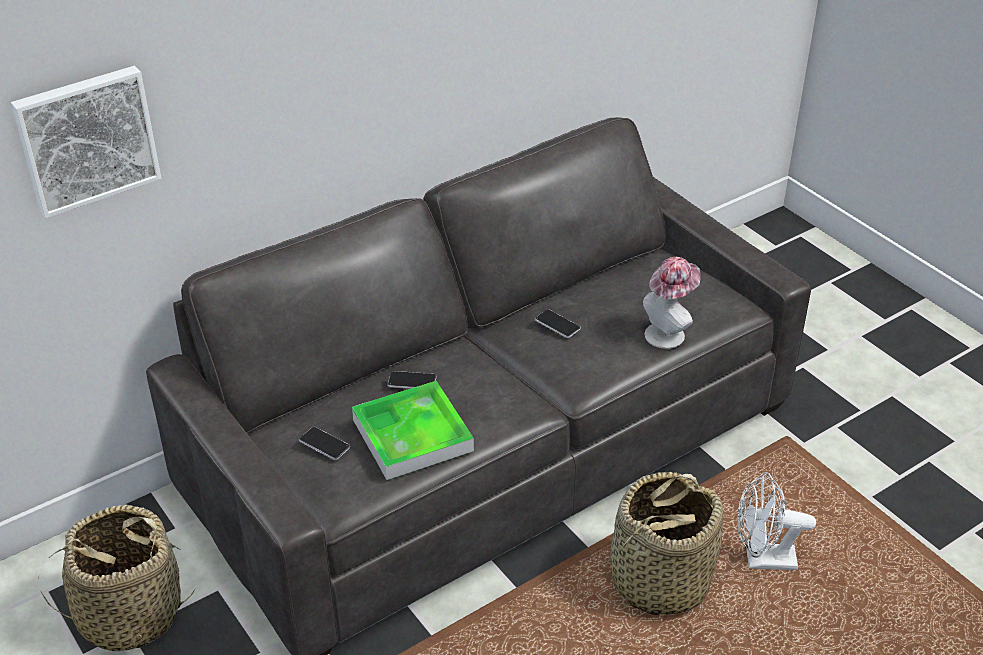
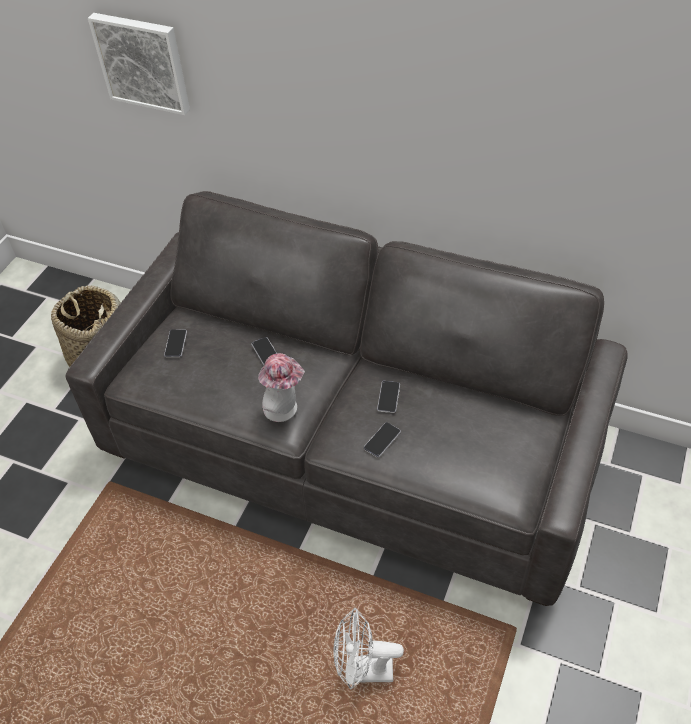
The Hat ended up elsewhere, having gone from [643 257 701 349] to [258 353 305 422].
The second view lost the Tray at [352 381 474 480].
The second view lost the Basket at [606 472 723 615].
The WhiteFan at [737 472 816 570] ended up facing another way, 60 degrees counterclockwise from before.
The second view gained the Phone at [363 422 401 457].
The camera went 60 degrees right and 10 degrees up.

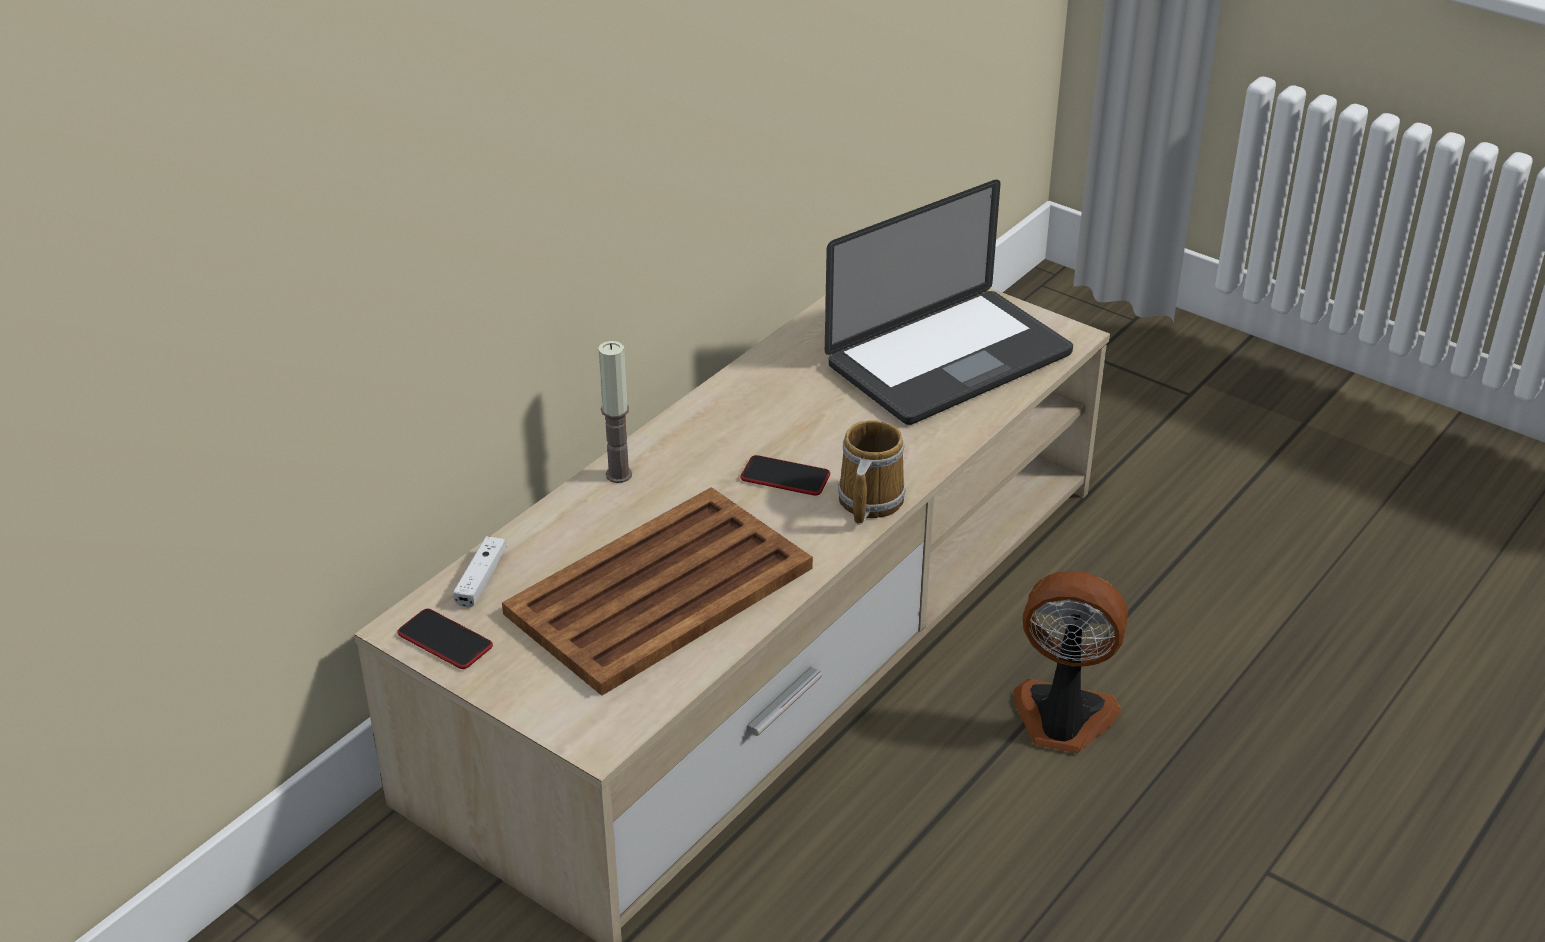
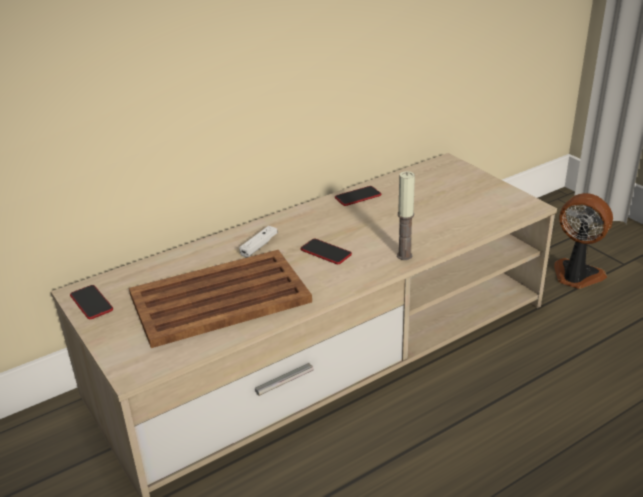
The second view lost the Laptop at [825 180 1073 425].
The Candle ended up elsewhere, having gone from [598 341 632 483] to [397 171 415 260].
The second view lost the Mug at [838 420 906 525].
The WhiteGameController ended up elsewhere, having gone from [453 536 506 608] to [239 226 278 257].
The Fan ended up elsewhere, having gone from [1013 571 1128 753] to [554 193 613 289].
The second view gained the Phone at [335 186 381 206].
The camera went 20 degrees right and 5 degrees down.

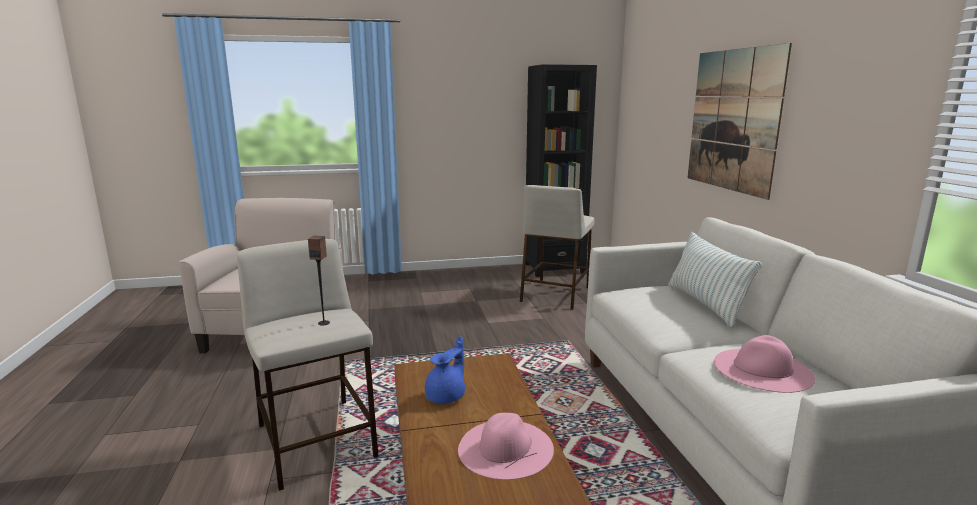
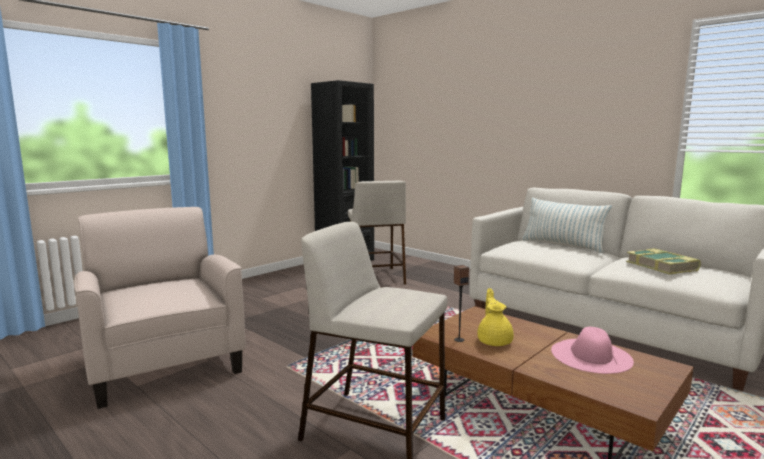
The second view lost the Picture at [688 43 792 200].
The Speaker ended up elsewhere, having gone from [308 236 330 325] to [454 265 469 342].
Where the PinkHat stood at [714 335 815 393], the Book came to stand at [626 248 701 275].
What was the BlueTeapot at [425 336 465 404] turned into the YellowTeapot at [477 288 514 346].
The camera went 35 degrees left and 5 degrees down.

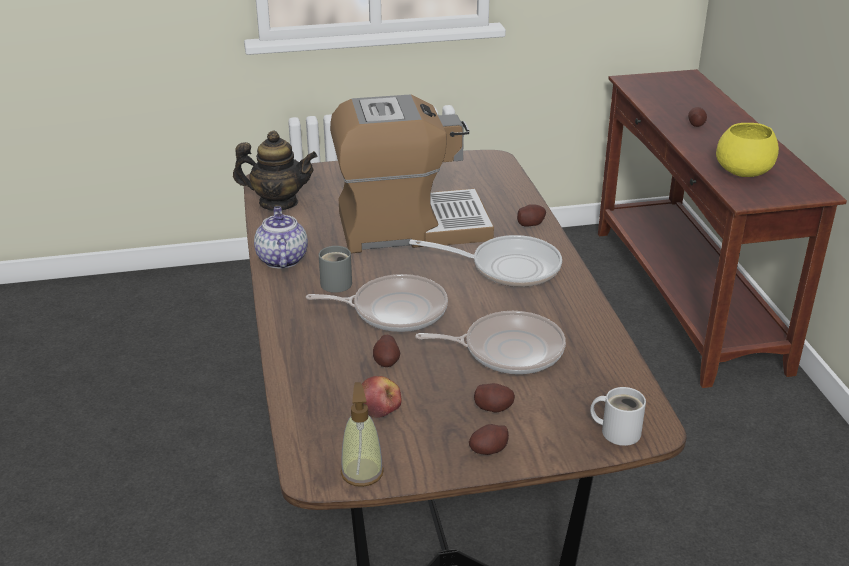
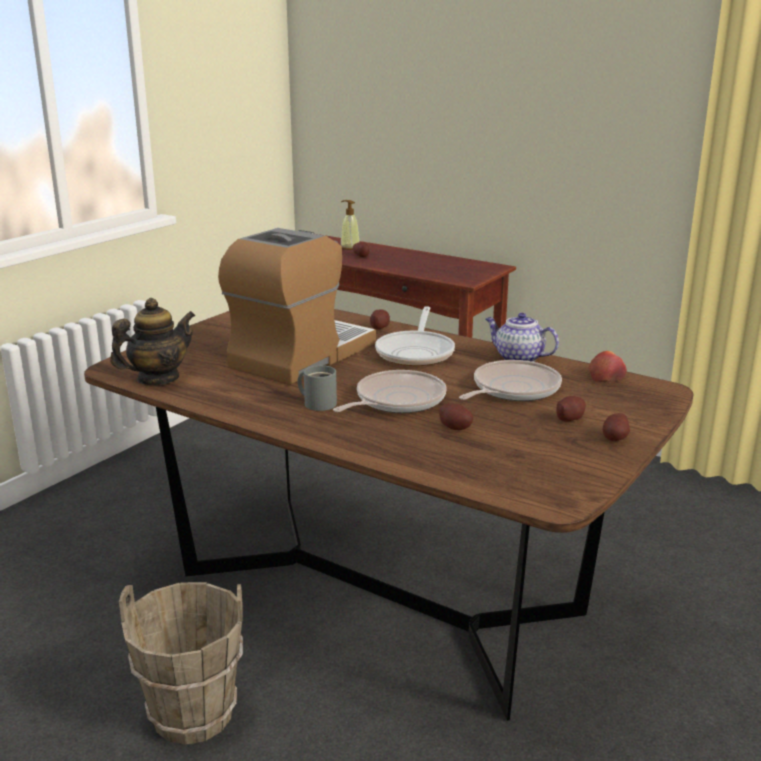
The second view lost the YellowBowl at [716 123 779 177].
The Teapot ended up elsewhere, having gone from [254 206 308 268] to [485 313 559 362].
The FryingPan at [409 235 562 287] ended up facing another way, 135 degrees clockwise from before.
The Apple ended up elsewhere, having gone from [362 376 402 418] to [589 351 627 382].
The SoapDispenser ended up elsewhere, having gone from [341 382 384 487] to [341 200 360 250].
The second view lost the WhiteMug at [590 387 646 446].
The second view gained the BrownBucket at [119 582 243 745].
The camera went 45 degrees left and 10 degrees down.

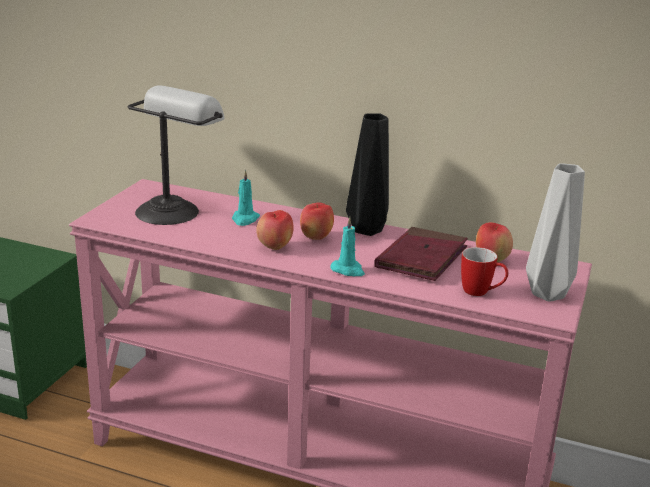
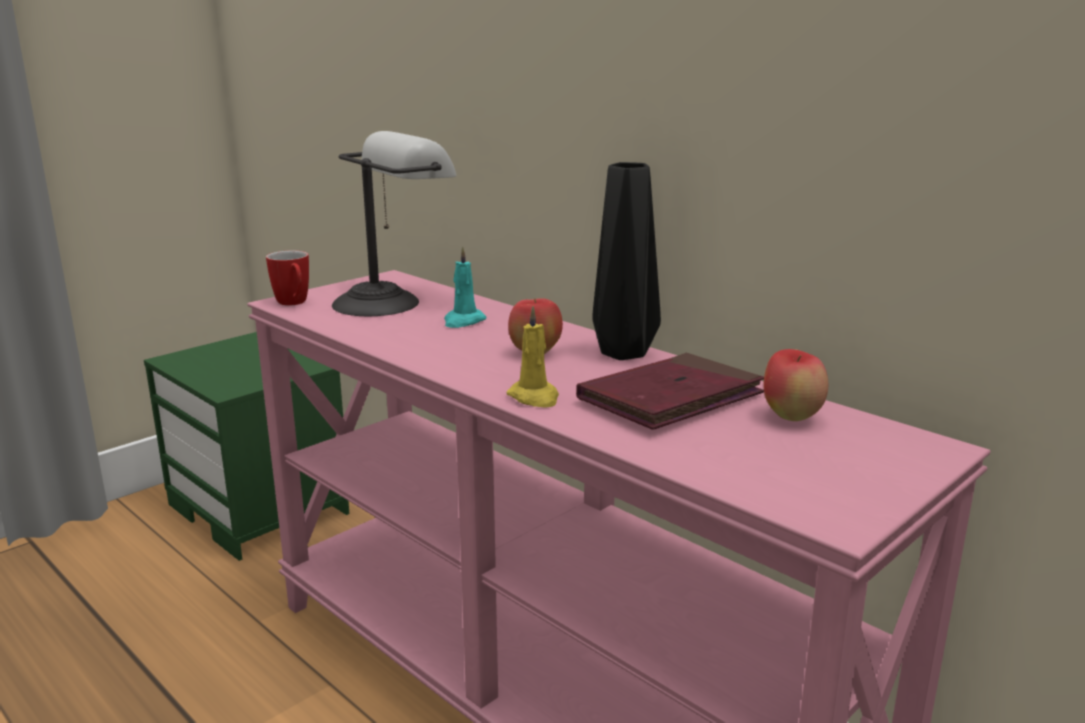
The second view lost the GreyVase at [526 163 585 302].
The second view lost the Apple at [256 210 294 250].
What was the TurquoiseCandle at [330 217 365 276] turned into the YellowCandle at [507 306 559 408].
The Mug ended up elsewhere, having gone from [461 247 508 296] to [266 250 309 306].
The camera went 25 degrees right and 5 degrees down.

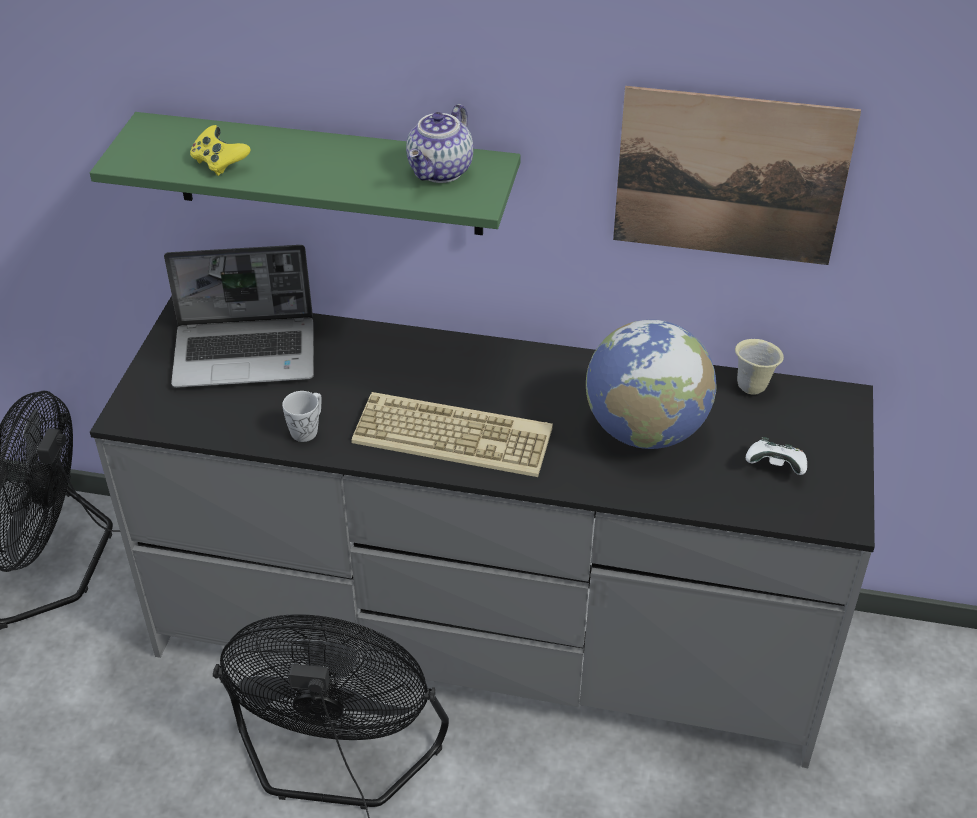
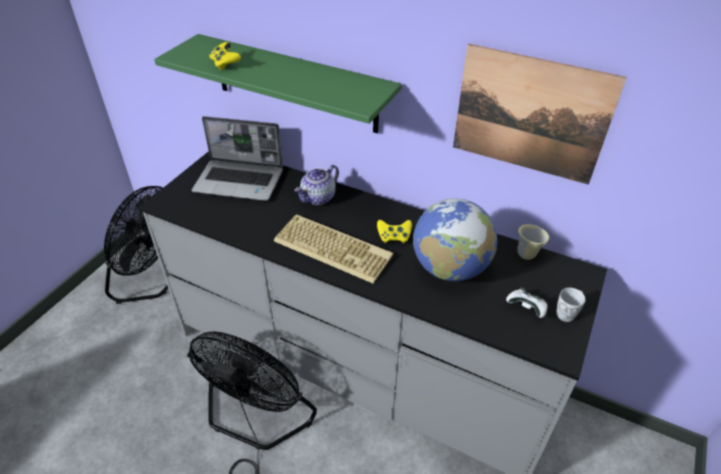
The Teapot ended up elsewhere, having gone from [406 104 473 183] to [294 165 339 205].
The WhiteMug ended up elsewhere, having gone from [282 391 322 442] to [556 288 586 322].
The second view gained the YellowGameController at [377 220 412 243].
The camera went 15 degrees right and 0 degrees up.

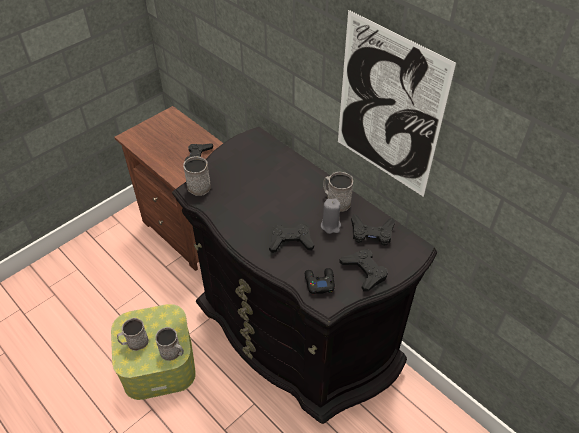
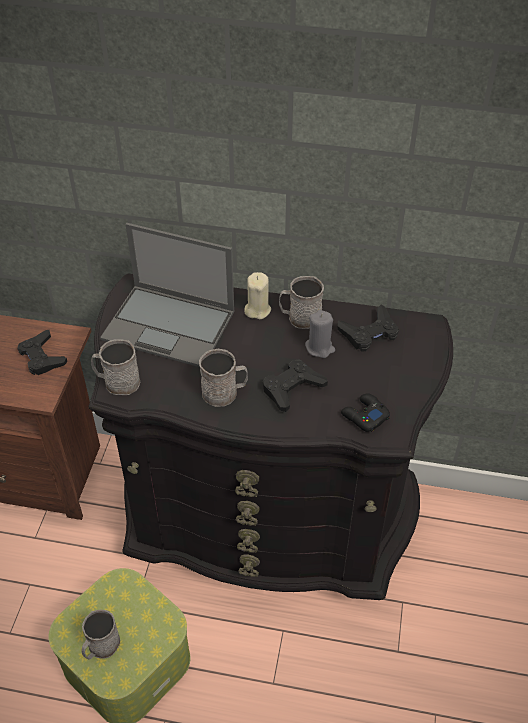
The second view lost the Picture at [338 10 456 197].
The second view lost the BlackGameController at [339 249 388 292].
The GreyMug ended up elsewhere, having gone from [155 327 184 361] to [199 349 248 407].
The second view gained the Laptop at [100 223 234 367].
The second view gained the BeigeCandle at [244 272 271 319].
The camera went 35 degrees left and 0 degrees up.

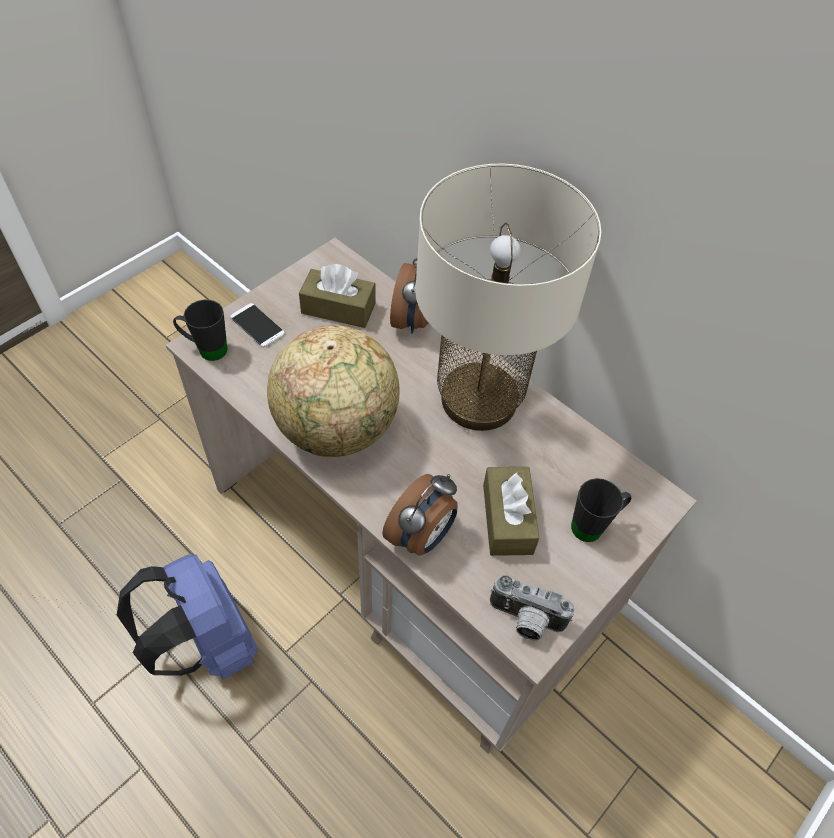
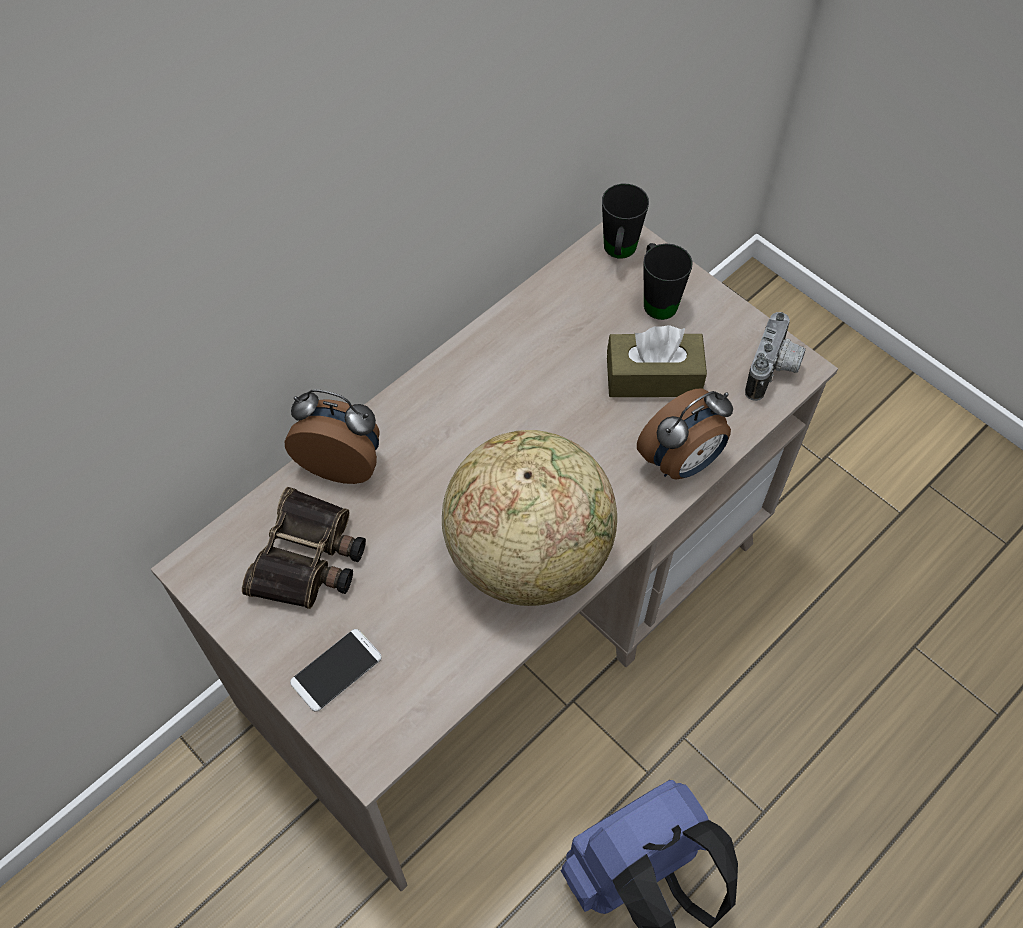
The second view lost the TableLamp at [415 163 601 431].
Where the BrownTissueBox stood at [299 264 375 328], the Binoculars came to stand at [242 487 366 609].
The BlackMug ended up elsewhere, having gone from [173 300 227 361] to [602 184 649 258].
The AlarmClock at [382 474 458 556] ended up facing another way, 105 degrees clockwise from before.
The camera went 85 degrees left and 5 degrees up.

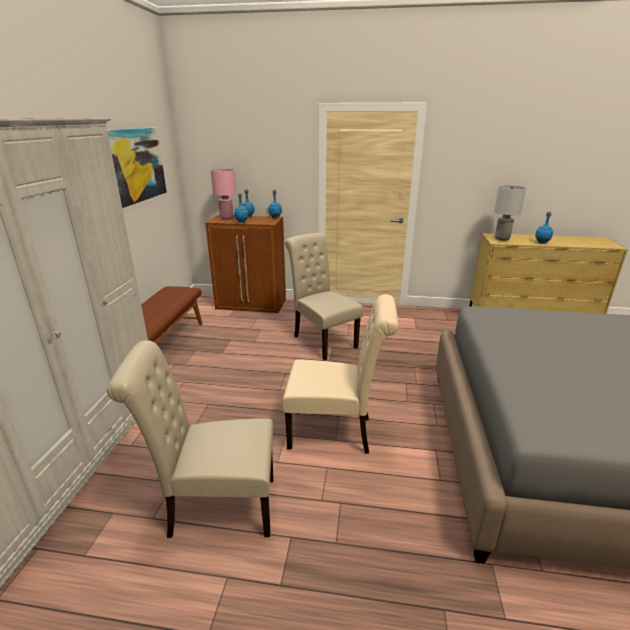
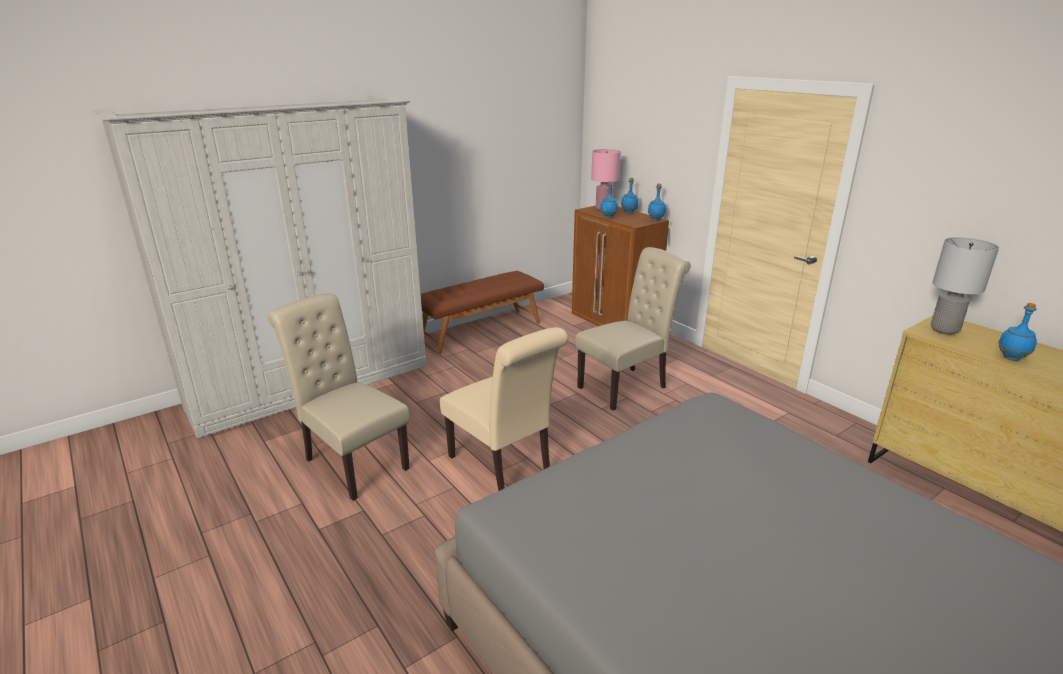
The second view lost the Picture at [107 128 167 208].
The BeigeChair at [285 233 363 360] ended up facing another way, 45 degrees clockwise from before.
The camera went 45 degrees right and 0 degrees up.

